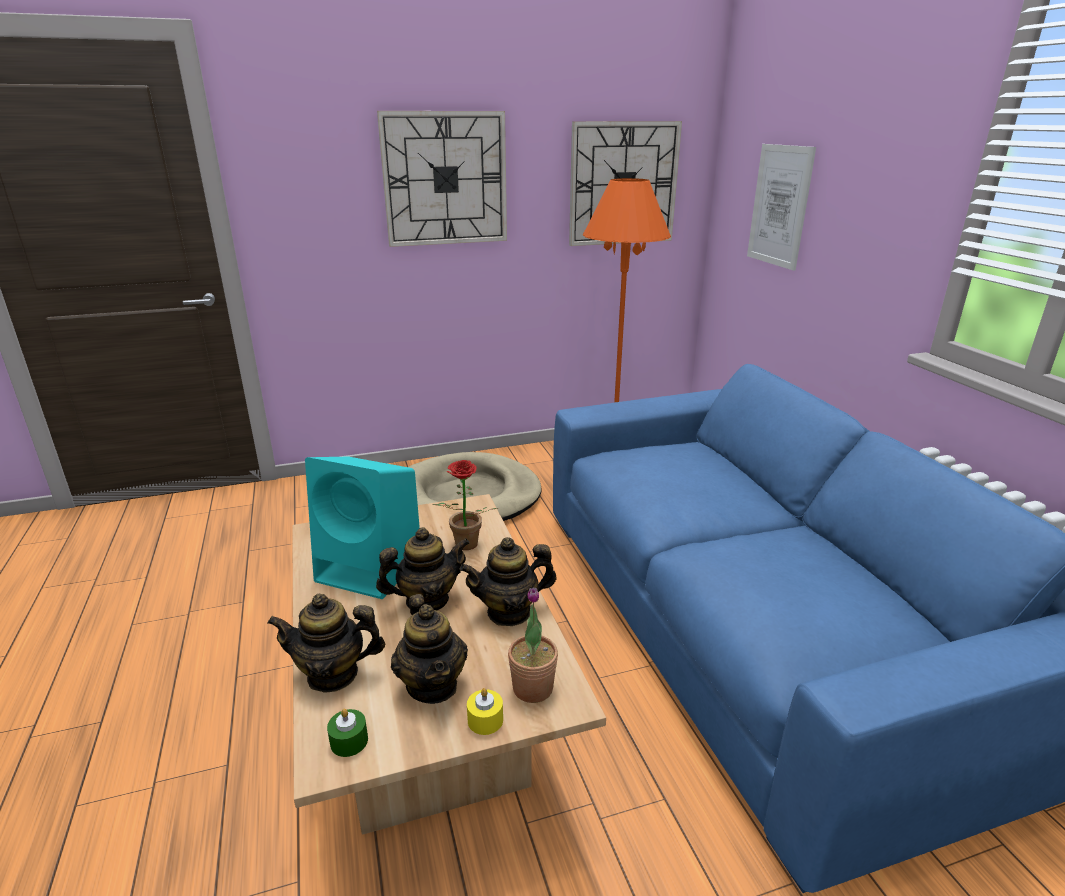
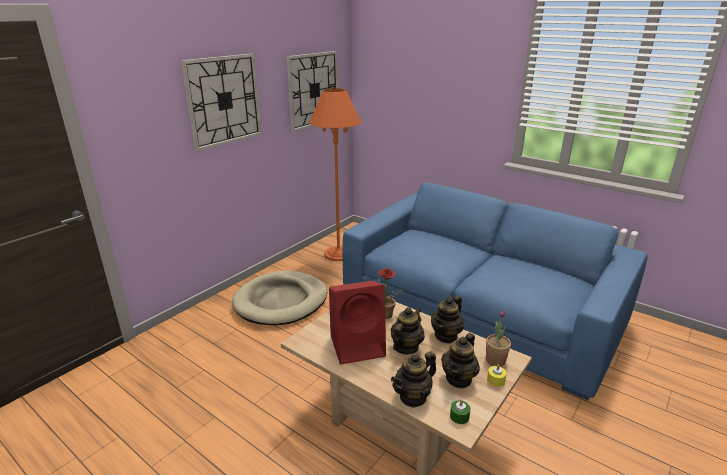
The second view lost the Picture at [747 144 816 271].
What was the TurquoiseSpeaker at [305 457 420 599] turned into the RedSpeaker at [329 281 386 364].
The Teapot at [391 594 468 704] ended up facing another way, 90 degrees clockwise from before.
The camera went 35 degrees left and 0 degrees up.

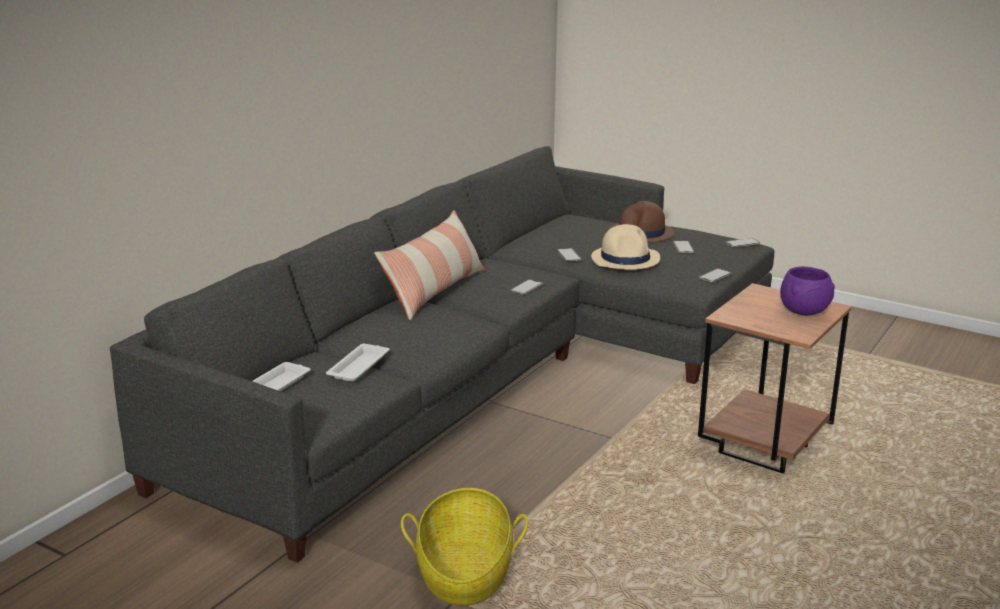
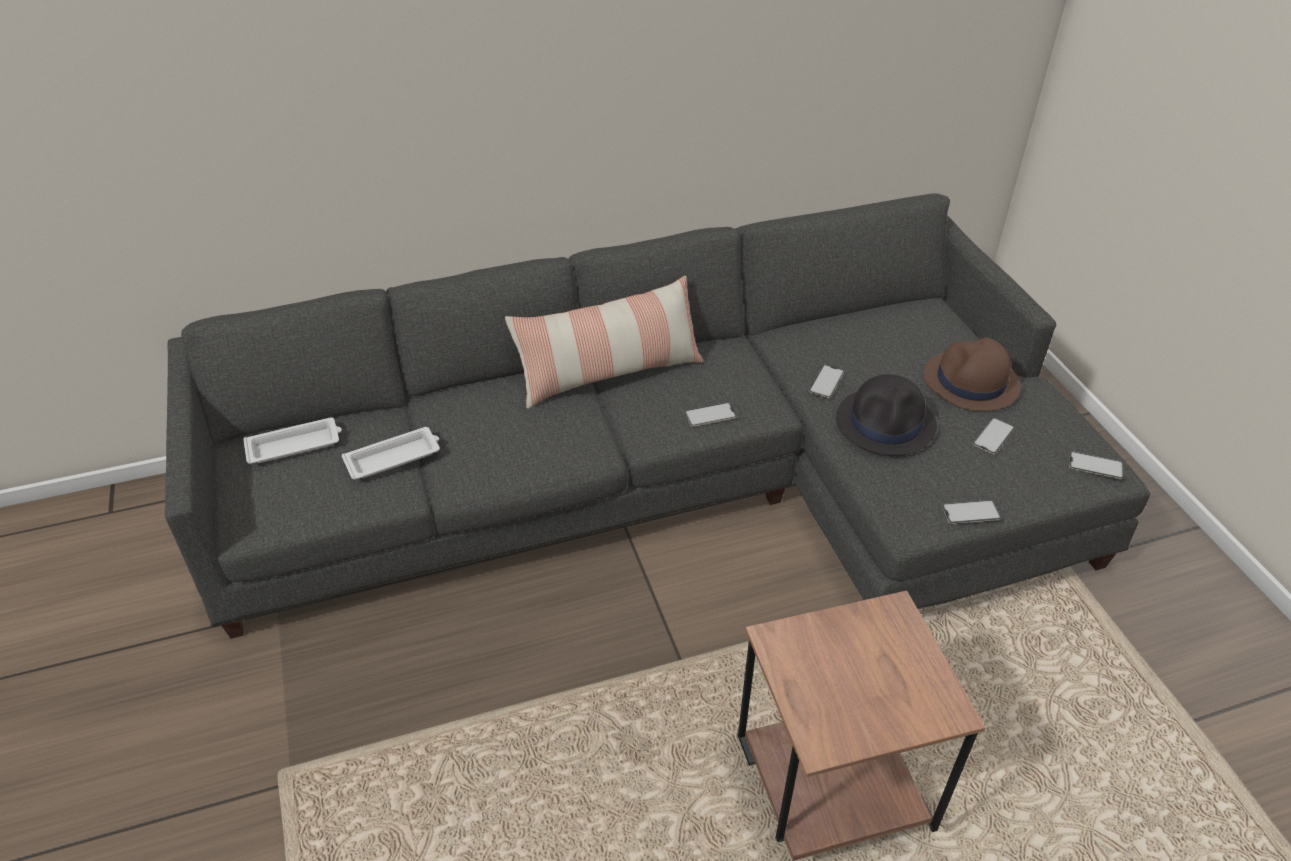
What was the BeigeHat at [591 224 660 270] turned into the BlackHat at [836 374 937 455].
The second view lost the PurpleBowl at [780 266 835 315].
The second view lost the Basket at [401 488 528 606].
The camera went 40 degrees right and 20 degrees up.

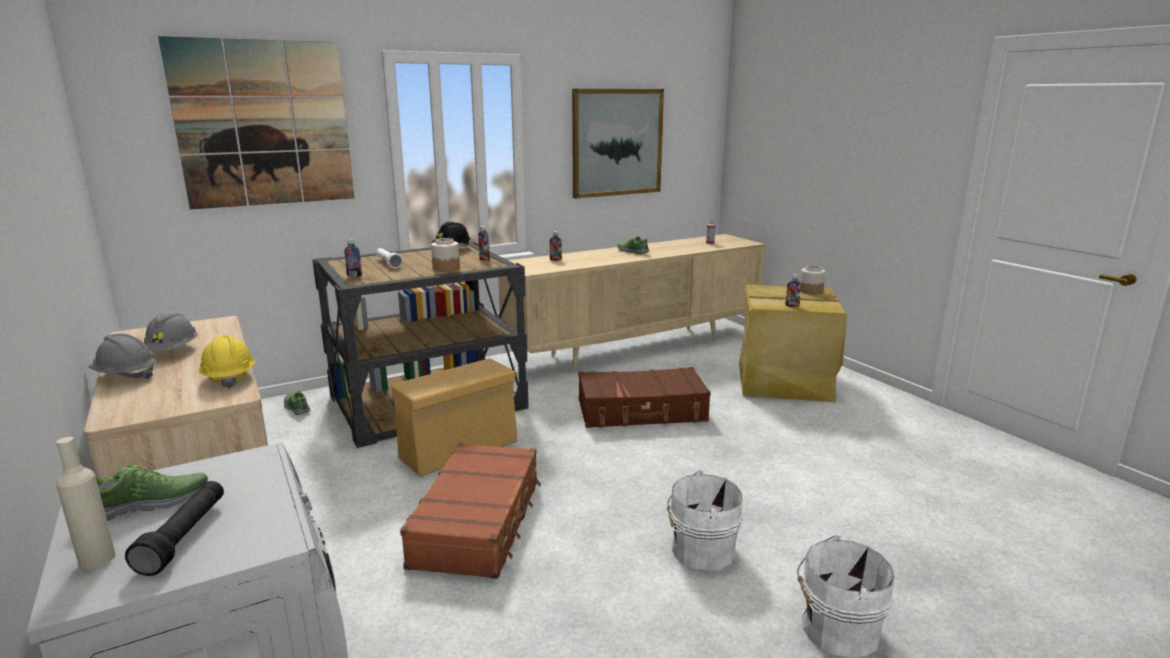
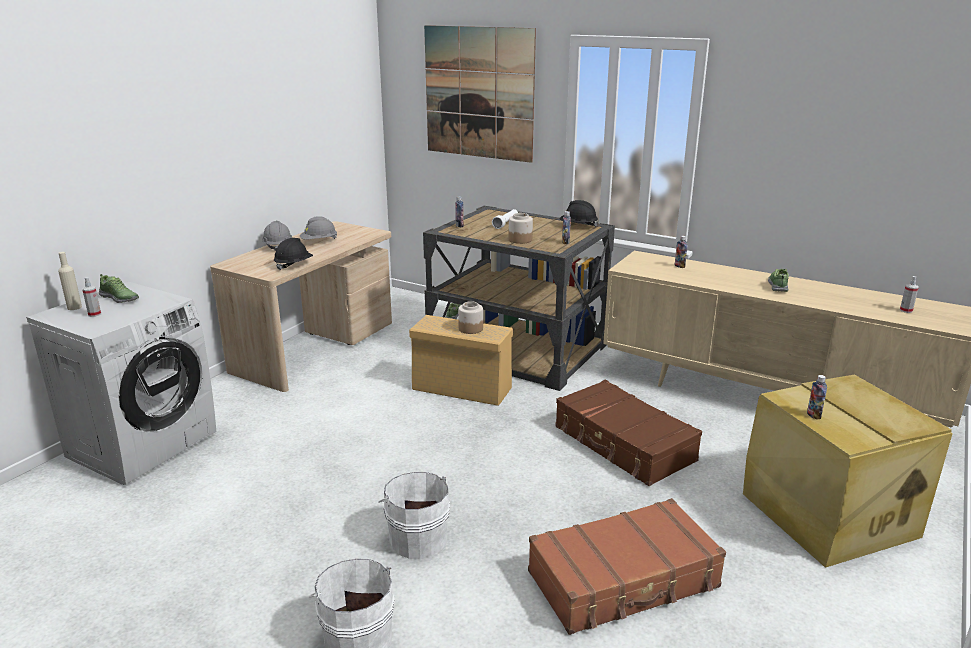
The second view lost the Picture at [572 89 664 198].
The Jar ended up elsewhere, having gone from [800 265 825 294] to [458 301 483 334].
What was the YellowHardHat at [199 335 255 389] turned into the BlackHardHat at [274 238 313 270].
The BrownSuitcase ended up elsewhere, having gone from [400 443 541 579] to [528 498 726 635].
Where the BlackFlashlight stood at [125 481 224 576], the SprayBottle came to stand at [82 277 101 317].
The camera went 60 degrees right and 5 degrees up.

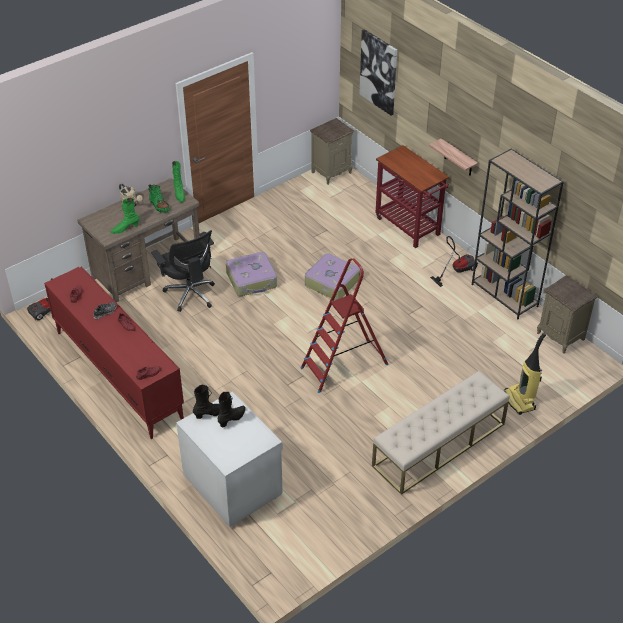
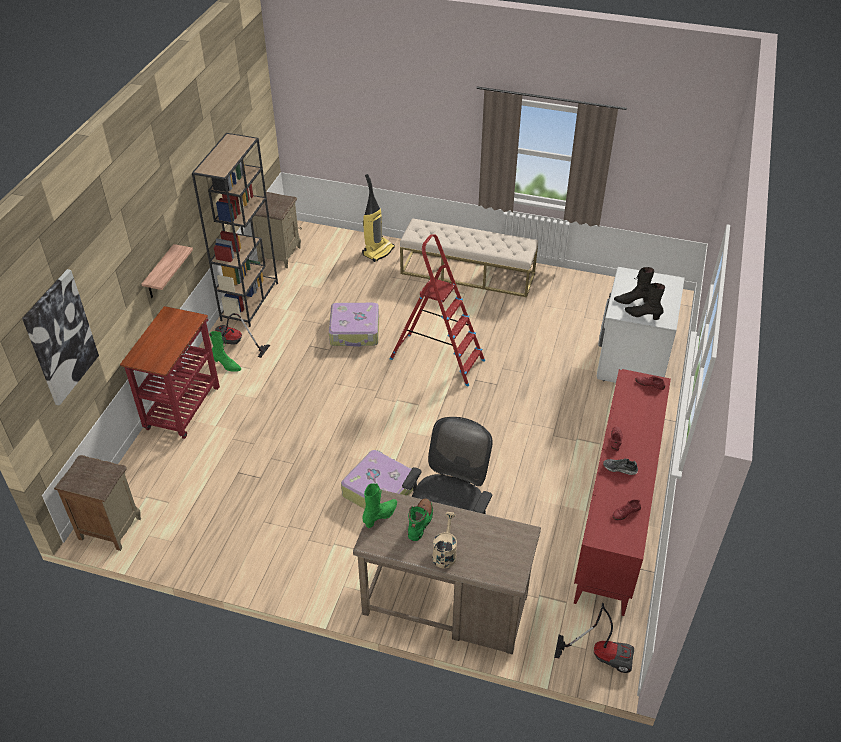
The GreenBoot ended up elsewhere, having gone from [110 198 140 234] to [209 331 241 372].
The Suitcase ended up elsewhere, having gone from [305 253 360 300] to [329 303 379 347].
The camera went 125 degrees left and 0 degrees up.

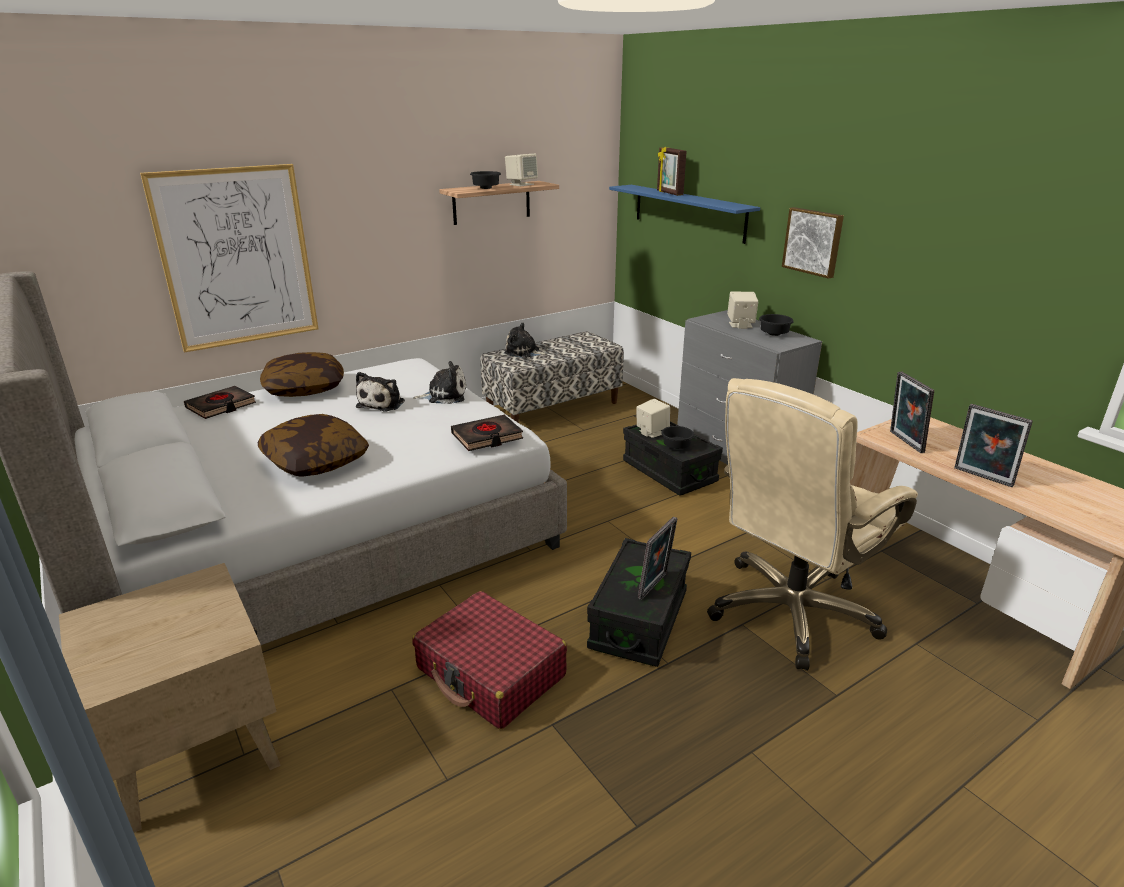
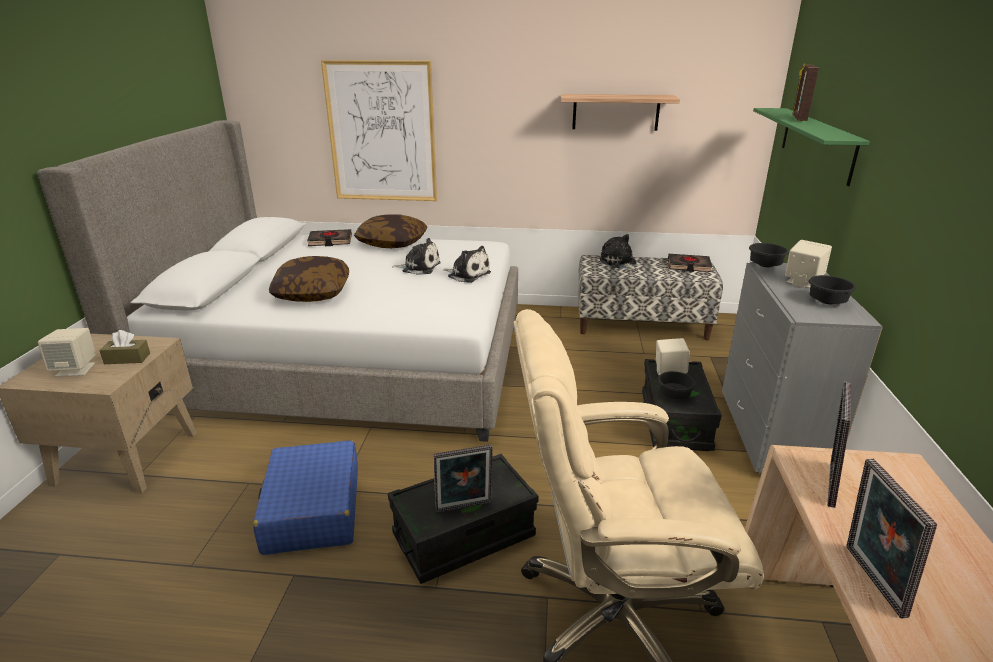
The BeigeSpeaker ended up elsewhere, having gone from [505 154 538 186] to [38 328 96 377].
The BlackBowl ended up elsewhere, having gone from [470 171 501 189] to [749 243 789 267].
What was the BlueShelf at [609 185 760 244] turned into the GreenShelf at [753 108 870 186].
The second view lost the Picture at [782 207 844 279].
The PlushToy at [356 372 405 412] ended up facing another way, 135 degrees counterclockwise from before.
The BlackBook ended up elsewhere, having gone from [451 415 523 451] to [668 254 712 272].
What was the RedSuitcase at [413 591 567 729] turned into the BlueSuitcase at [253 440 358 555].
The second view gained the BrownTissueBox at [99 330 150 364].
The camera went 40 degrees right and 0 degrees up.

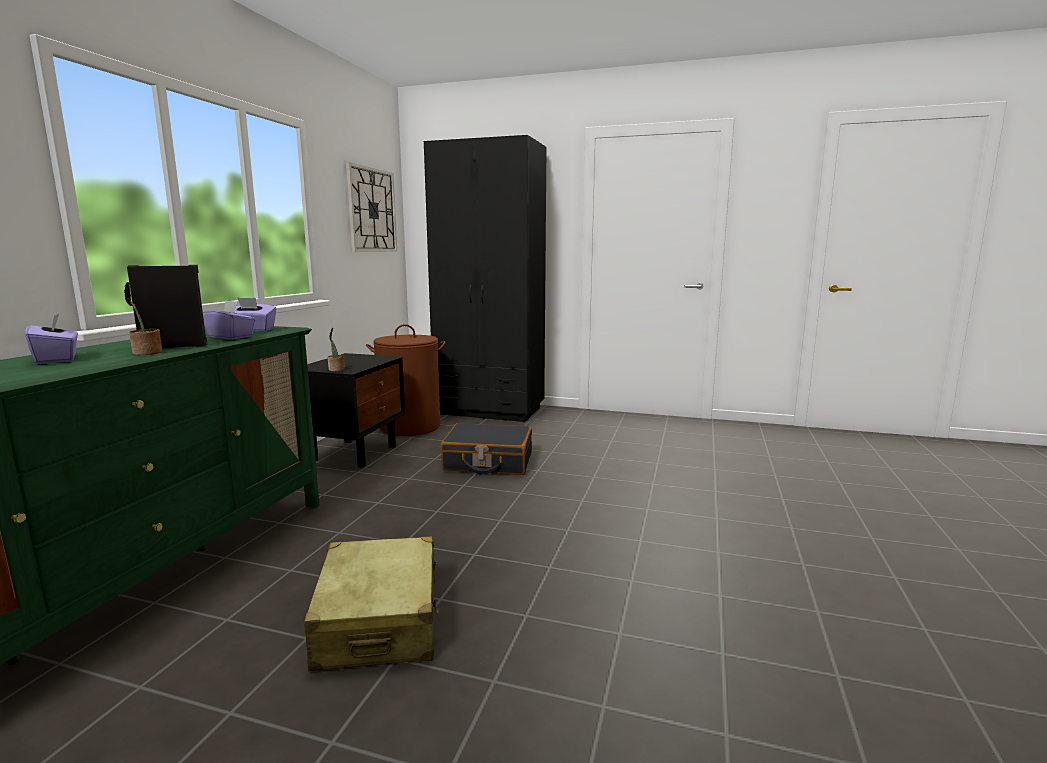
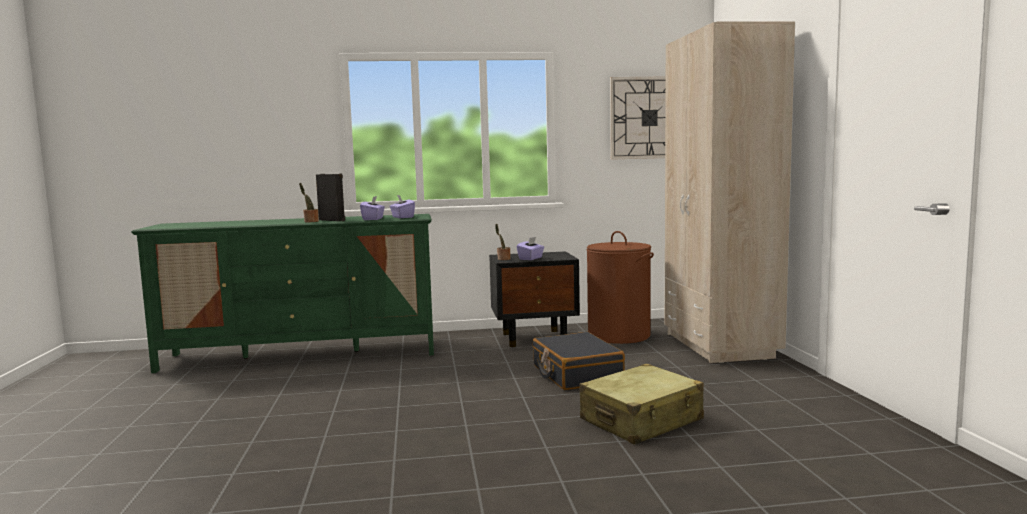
What was the BlackWardrobe at [424 135 546 423] turned into the BeigeWardrobe at [665 22 795 363].
The PurpleTissueBox ended up elsewhere, having gone from [25 314 78 364] to [517 237 544 260].
The BeigeSuitcase ended up elsewhere, having gone from [304 536 439 671] to [580 364 704 445].
The camera went 65 degrees right and 5 degrees down.

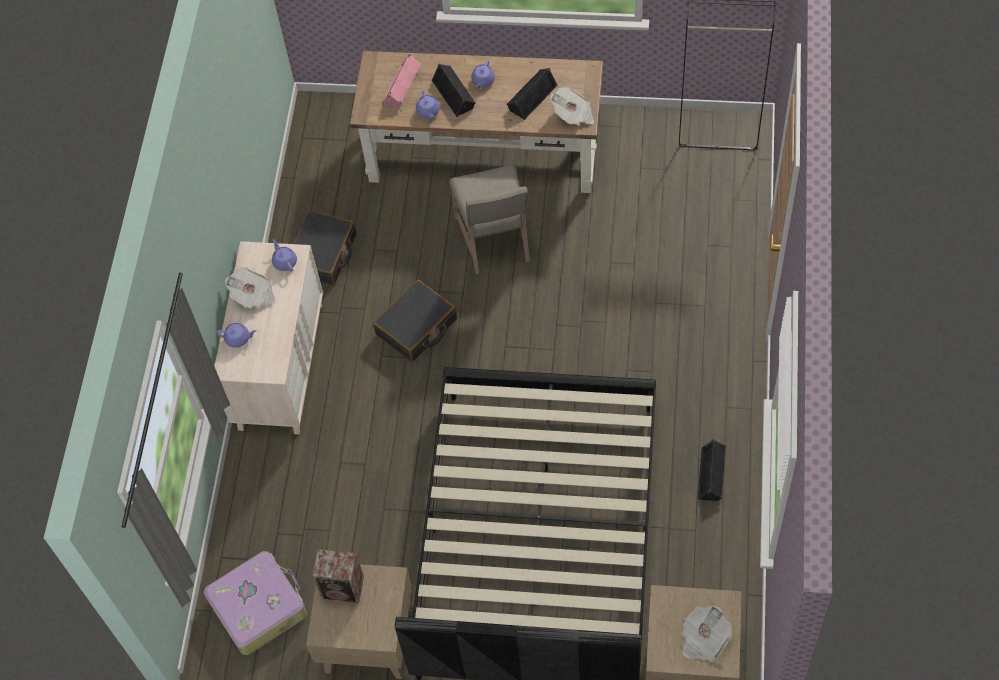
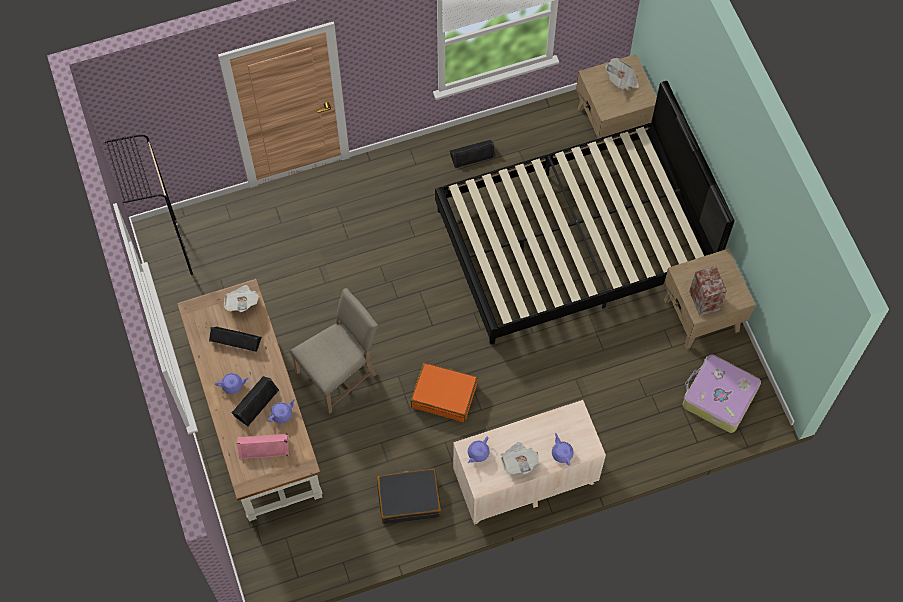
What was the BlackSuitcase at [373 280 457 362] turned into the OrangeSuitcase at [411 363 478 422].
The camera went 120 degrees left and 5 degrees up.

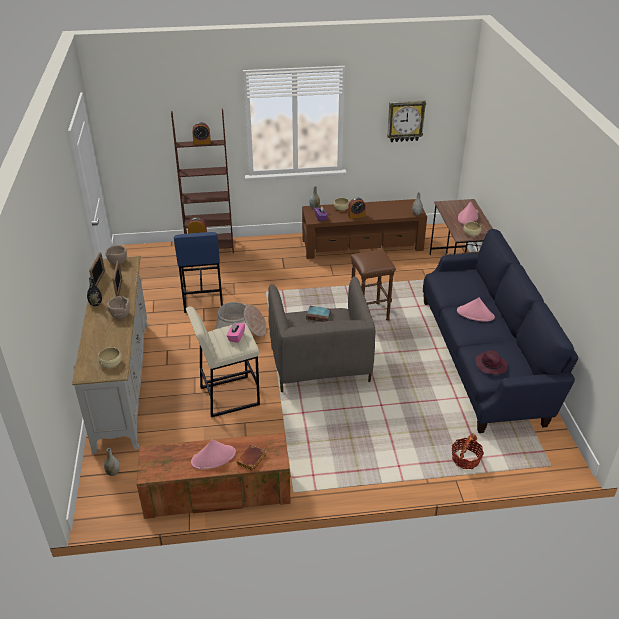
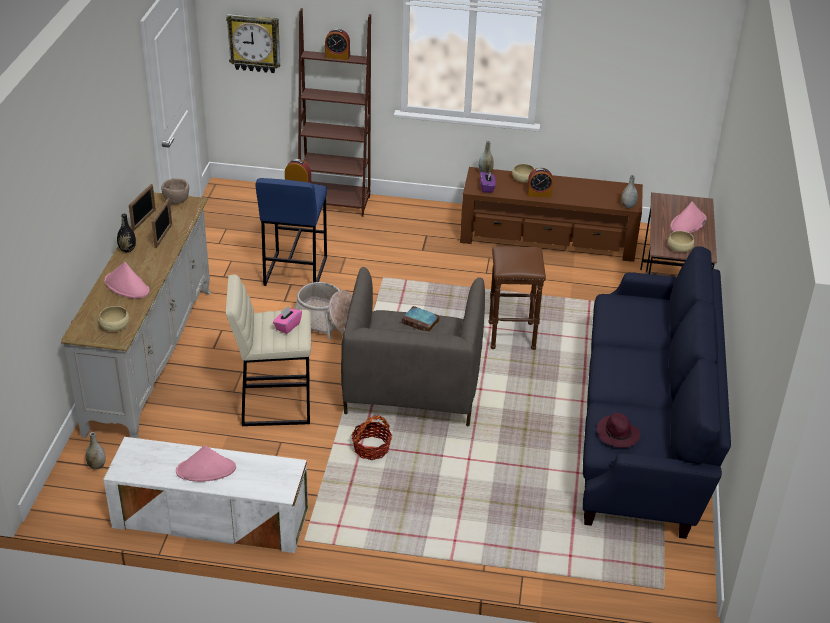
The WallClock ended up elsewhere, having gone from [387 101 426 142] to [226 14 280 73].
The second view lost the BrownBowl at [107 296 130 319].
The PinkHat ended up elsewhere, having gone from [457 298 495 321] to [104 262 150 299].
What was the BrownBench at [136 433 291 519] turned into the WhiteBench at [103 437 309 553].
The Basket ended up elsewhere, having gone from [452 434 484 469] to [351 415 392 460].
The second view lost the BrownBook at [236 445 266 471].
The camera went 15 degrees right and 0 degrees up.

